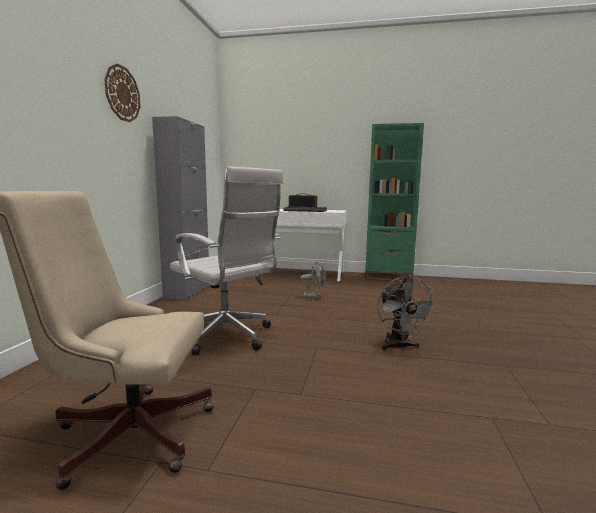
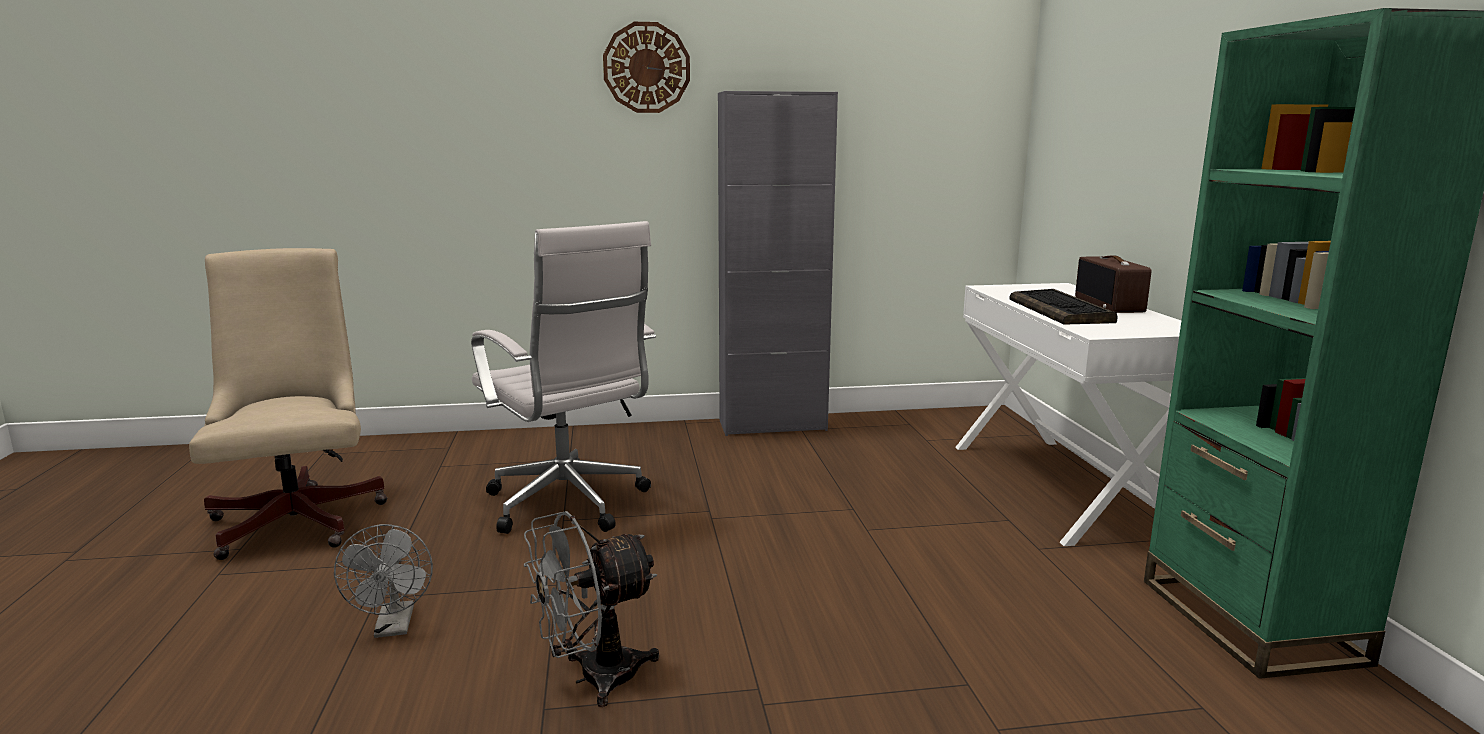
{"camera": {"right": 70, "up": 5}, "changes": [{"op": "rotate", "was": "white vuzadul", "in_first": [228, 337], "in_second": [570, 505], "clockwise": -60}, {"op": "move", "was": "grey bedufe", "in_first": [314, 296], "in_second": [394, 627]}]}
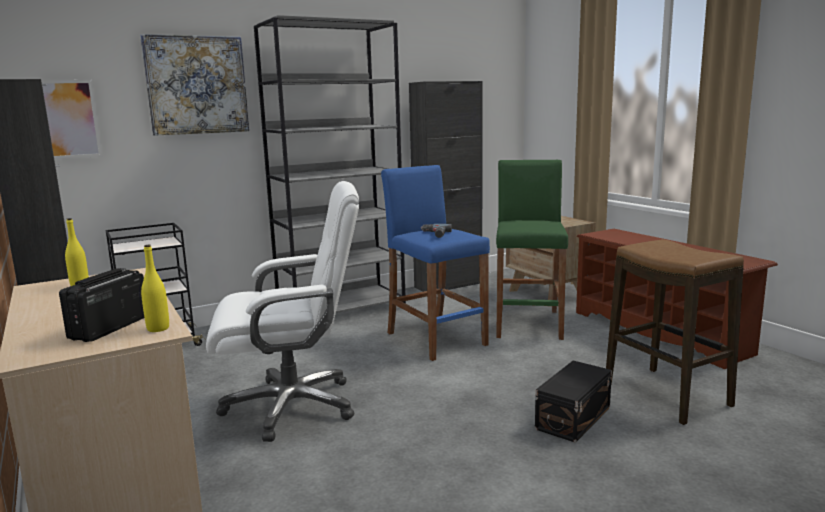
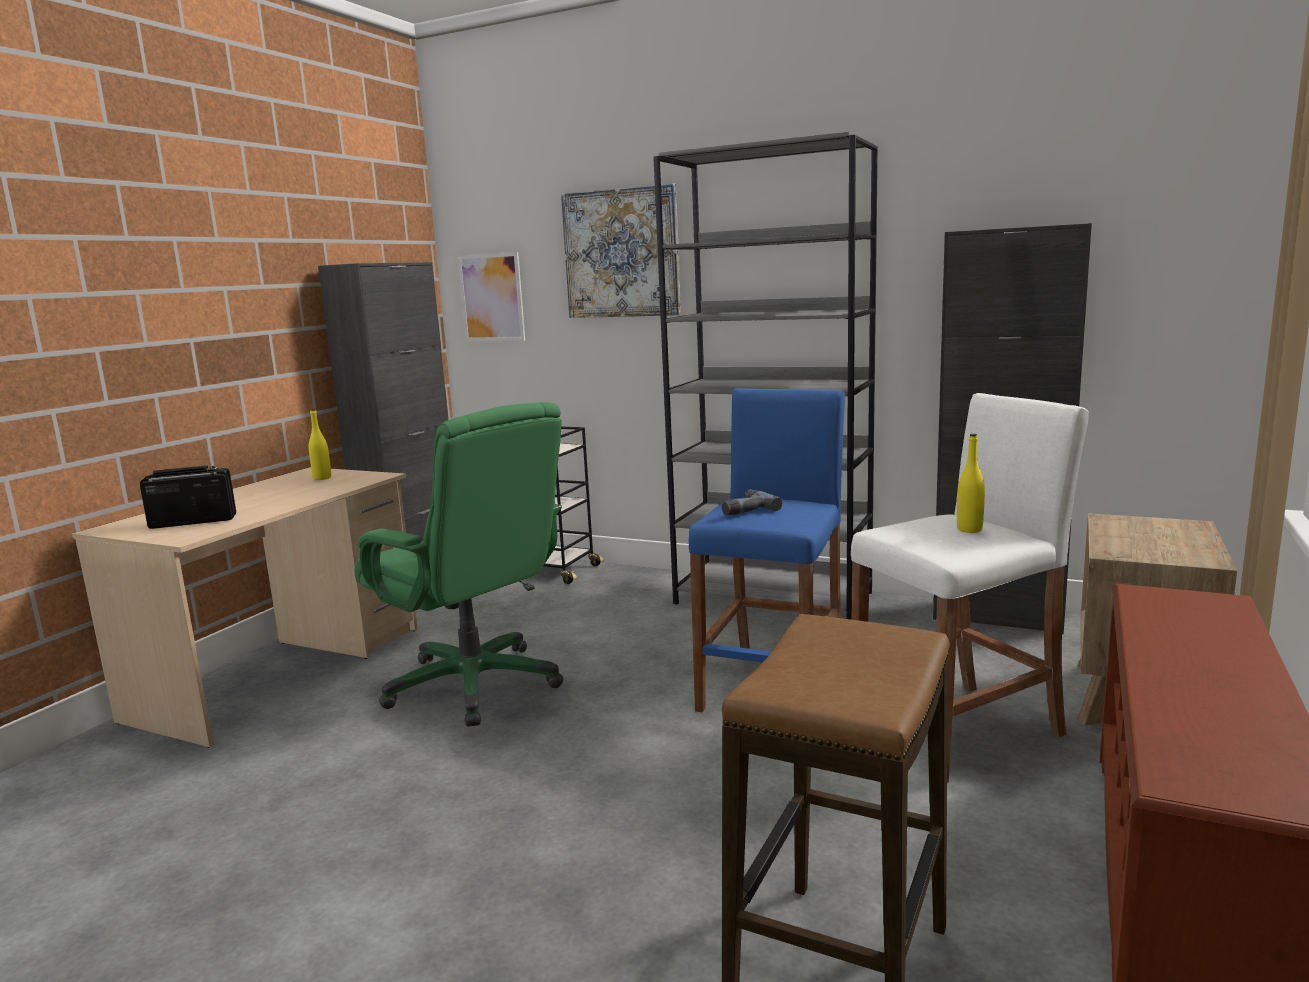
{"camera": {"right": 55, "up": 0}, "changes": [{"op": "recolor", "was": "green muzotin", "now": "white muzotin", "in_first": [528, 323], "in_second": [957, 731]}, {"op": "recolor", "was": "white vuzadul", "now": "green vuzadul", "in_first": [293, 406], "in_second": [475, 685]}, {"op": "move", "was": "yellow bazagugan", "in_first": [158, 328], "in_second": [969, 529]}, {"op": "delete", "was": "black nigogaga", "in_first": [571, 418]}]}
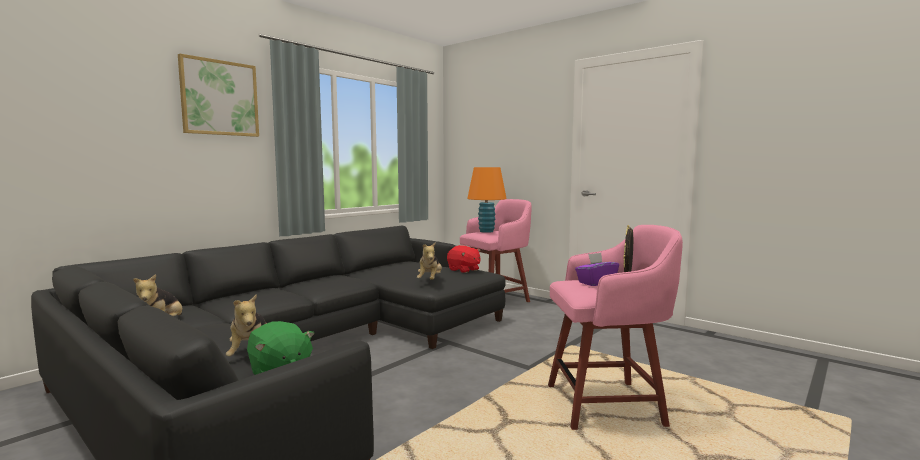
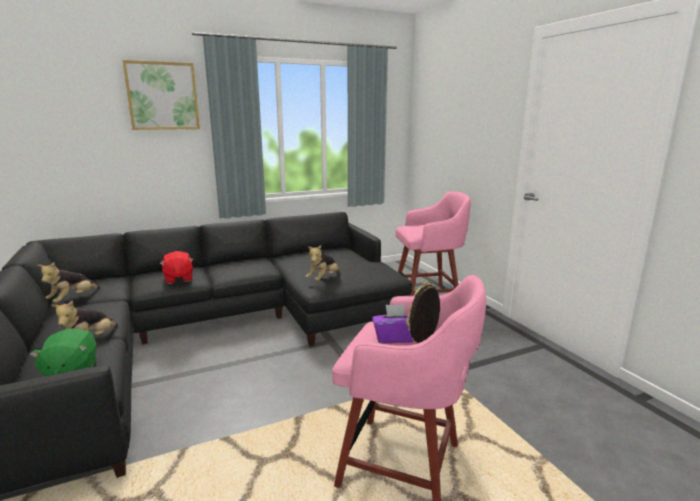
{"camera": {"right": 25, "up": 10}, "changes": [{"op": "delete", "was": "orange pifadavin", "in_first": [486, 231]}, {"op": "move", "was": "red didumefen", "in_first": [464, 270], "in_second": [178, 279]}]}
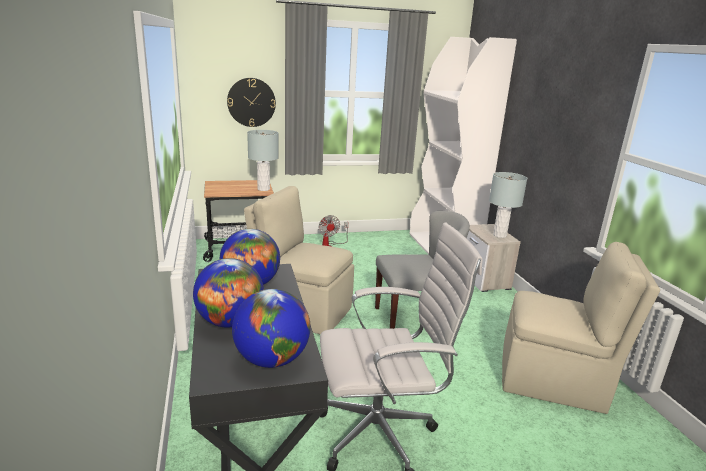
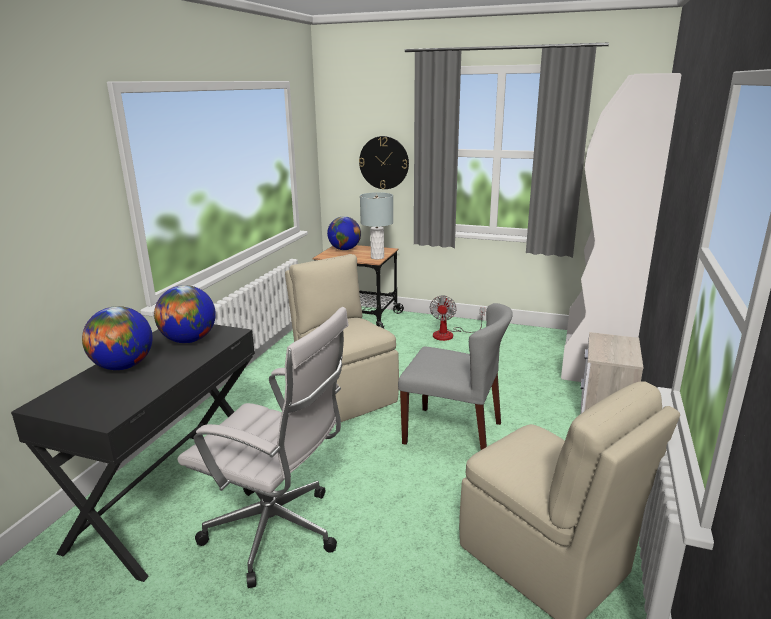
{"camera": {"right": 35, "up": 0}, "changes": [{"op": "delete", "was": "grey pifadavin", "in_first": [500, 235]}, {"op": "move", "was": "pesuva", "in_first": [272, 359], "in_second": [344, 249]}]}
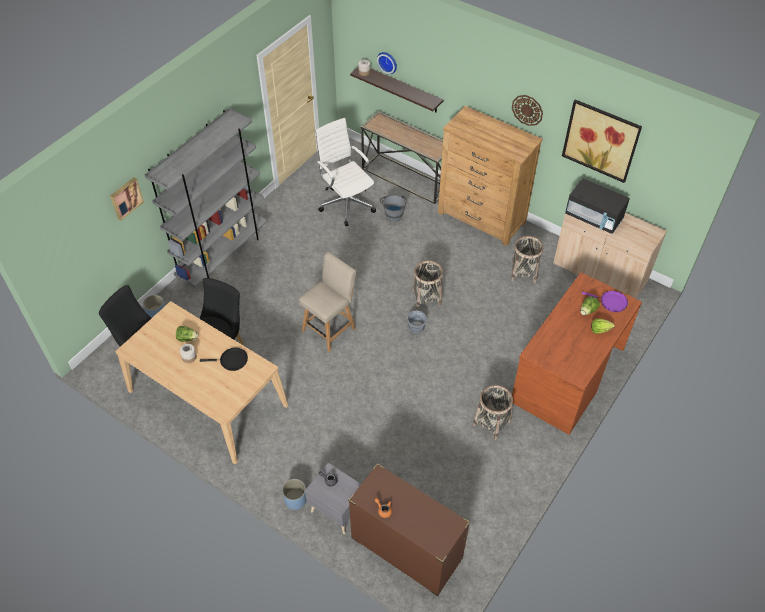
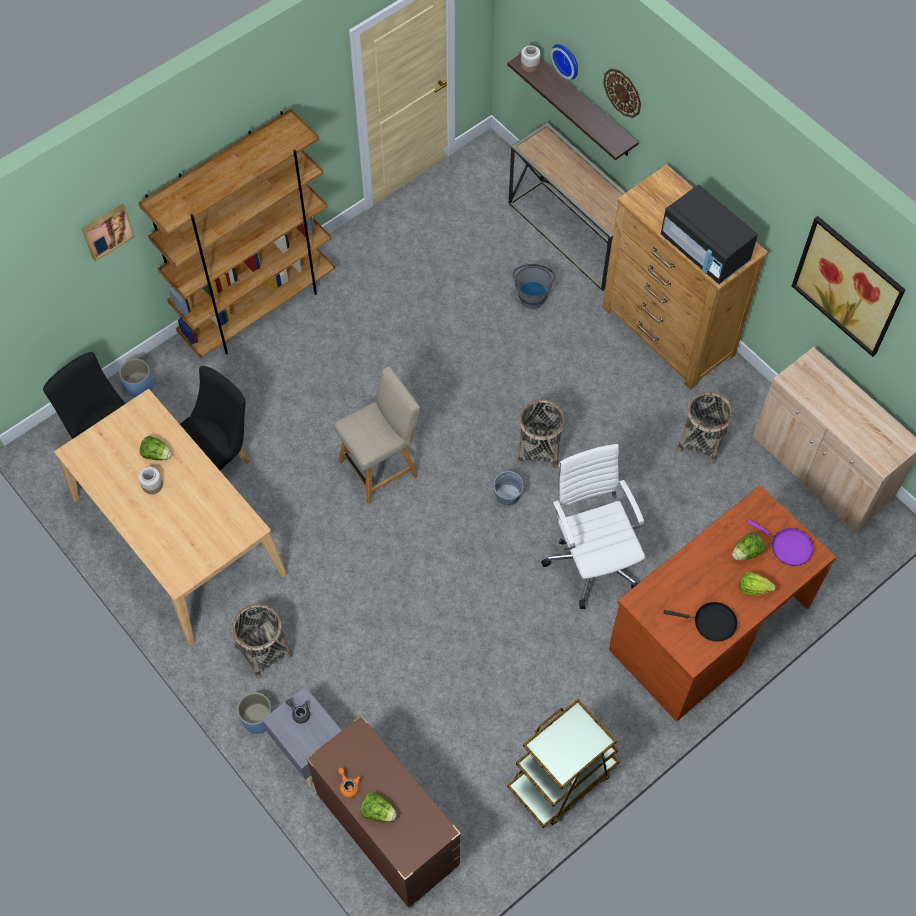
{"camera": {"right": 15, "up": 10}, "changes": [{"op": "move", "was": "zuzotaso", "in_first": [527, 110], "in_second": [622, 92]}, {"op": "recolor", "was": "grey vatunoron", "now": "brown vatunoron", "in_first": [223, 255], "in_second": [258, 308]}, {"op": "move", "was": "white vuzadul", "in_first": [346, 203], "in_second": [592, 559]}, {"op": "move", "was": "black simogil", "in_first": [594, 217], "in_second": [704, 250]}, {"op": "move", "was": "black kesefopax", "in_first": [232, 360], "in_second": [711, 623]}, {"op": "move", "was": "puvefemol", "in_first": [491, 422], "in_second": [264, 651]}, {"op": "insert", "now": "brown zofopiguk", "in_second": [562, 778]}, {"op": "insert", "now": "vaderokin", "in_second": [378, 811]}]}
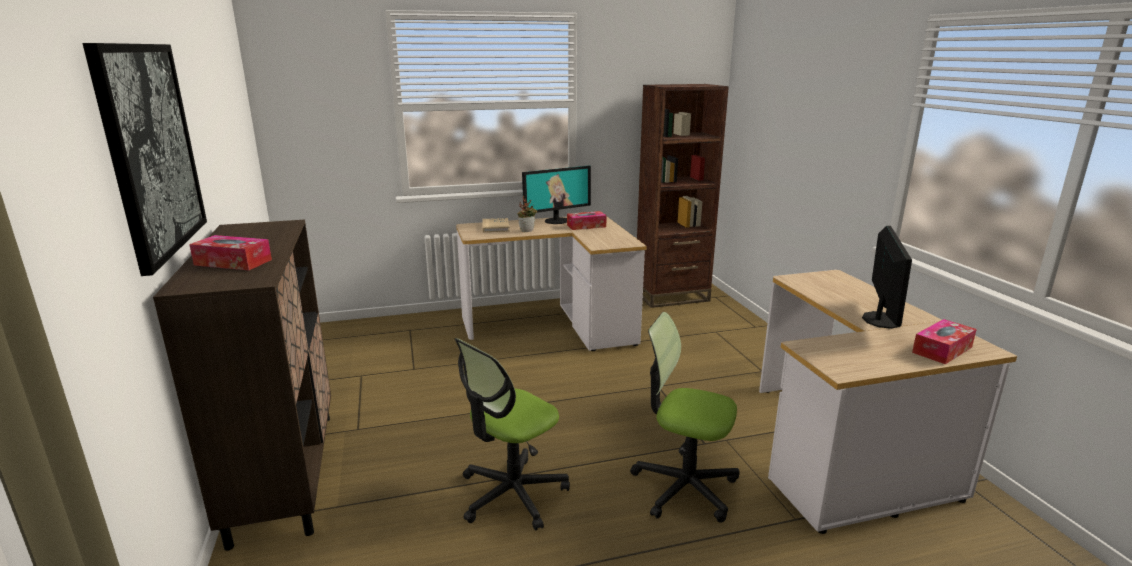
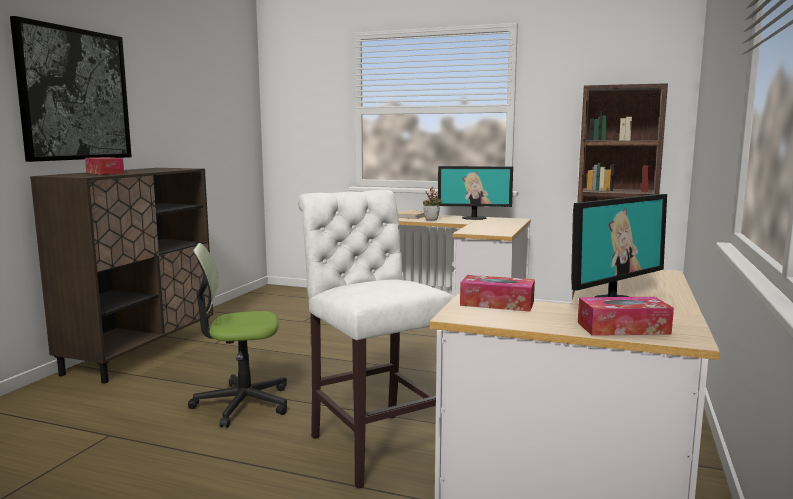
{"camera": {"right": 35, "up": -10}, "changes": [{"op": "move", "was": "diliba", "in_first": [586, 226], "in_second": [497, 303]}, {"op": "replace", "was": "vuzadul", "now": "white muzotin", "in_first": [684, 487], "in_second": [374, 444]}]}
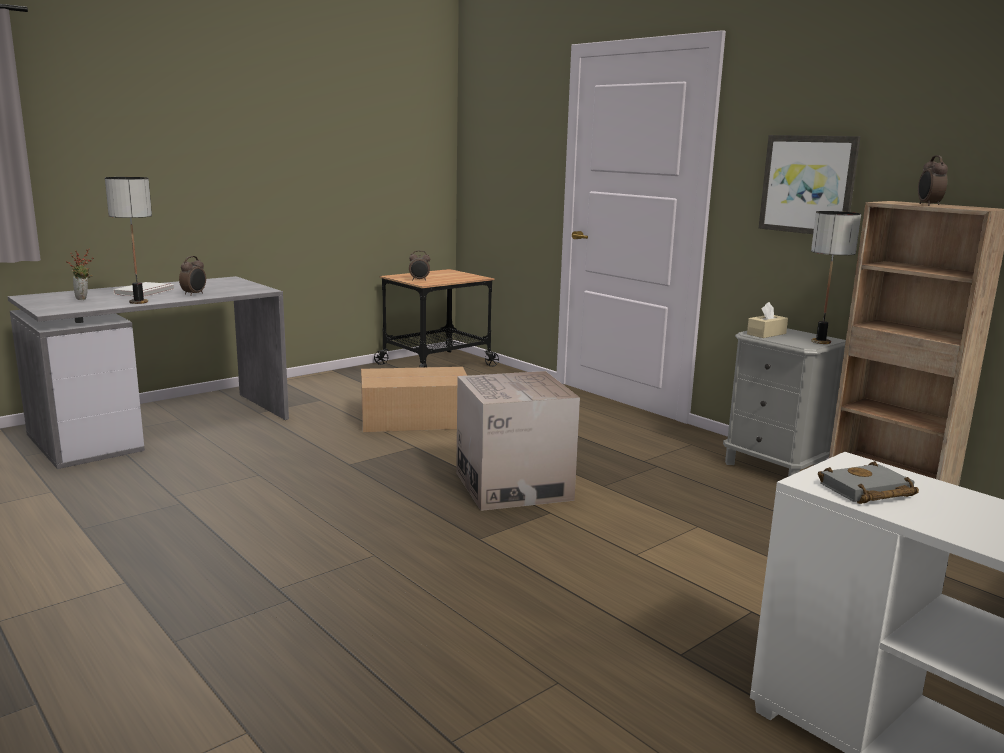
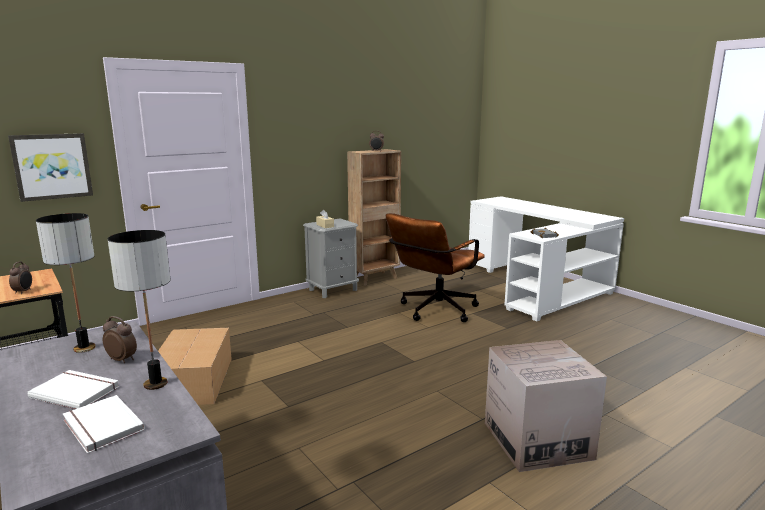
{"camera": {"right": -85, "up": 0}, "changes": [{"op": "move", "was": "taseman", "in_first": [808, 184], "in_second": [52, 166]}, {"op": "move", "was": "pifadavin", "in_first": [821, 342], "in_second": [84, 348]}, {"op": "replace", "was": "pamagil", "now": "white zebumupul", "in_first": [84, 299], "in_second": [101, 426]}, {"op": "move", "was": "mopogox", "in_first": [513, 486], "in_second": [537, 440]}, {"op": "insert", "now": "brown vuzadul", "in_second": [434, 311]}]}
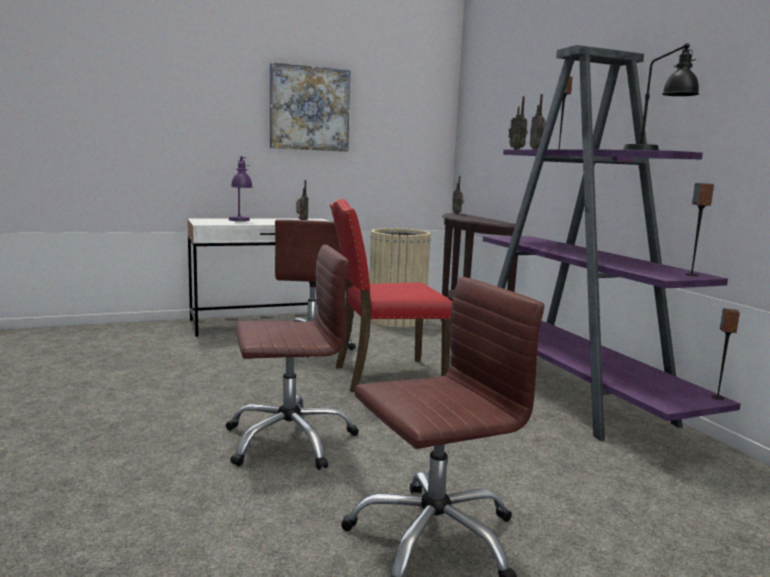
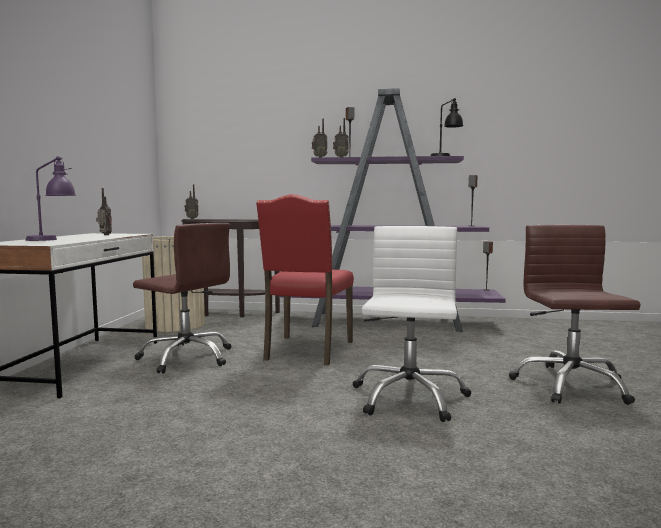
{"camera": {"right": -60, "up": -5}, "changes": [{"op": "delete", "was": "taseman", "in_first": [309, 108]}, {"op": "recolor", "was": "brown vuzadul", "now": "white vuzadul", "in_first": [289, 440], "in_second": [408, 397]}]}
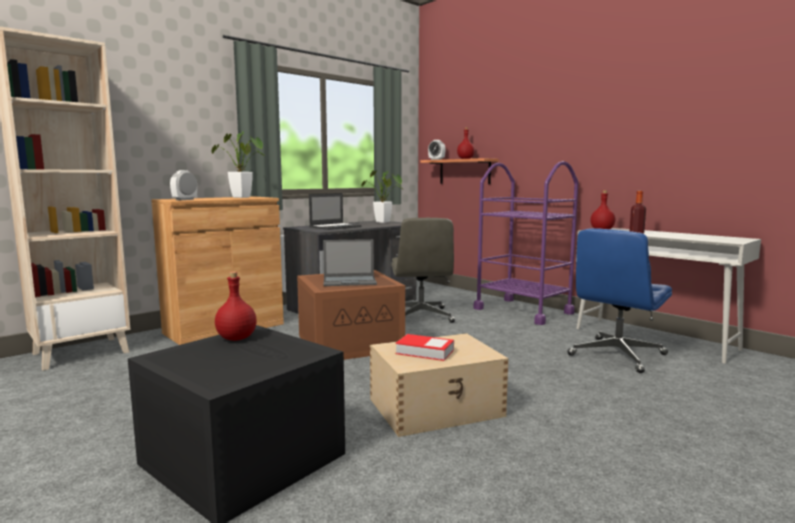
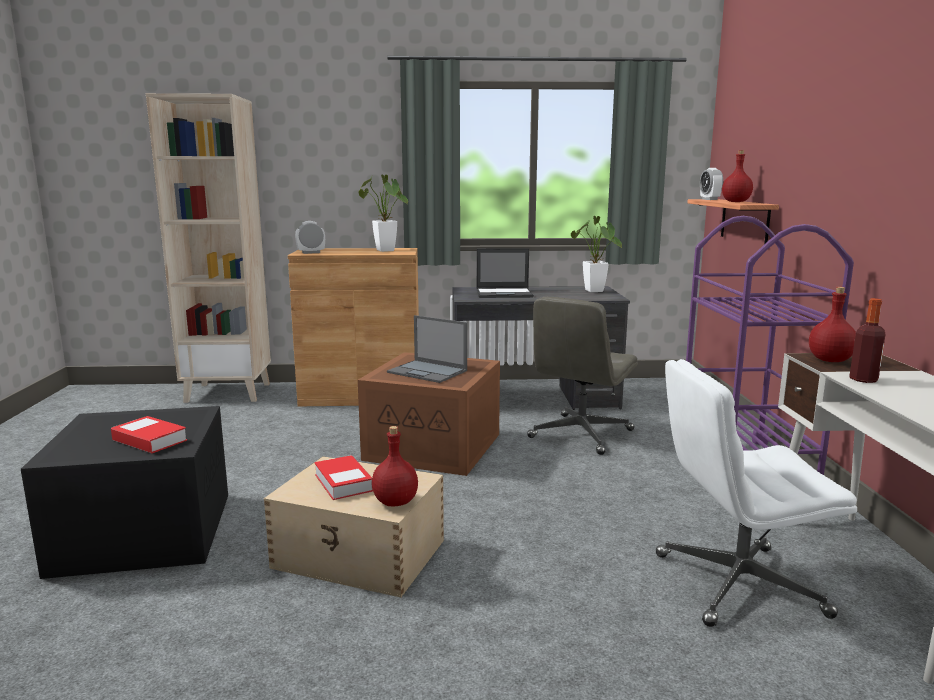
{"camera": {"right": 40, "up": 5}, "changes": [{"op": "recolor", "was": "blue vuzadul", "now": "white vuzadul", "in_first": [617, 355], "in_second": [736, 585]}, {"op": "move", "was": "red bazagugan", "in_first": [237, 338], "in_second": [395, 502]}, {"op": "insert", "now": "zebumupul", "in_second": [149, 440]}]}
